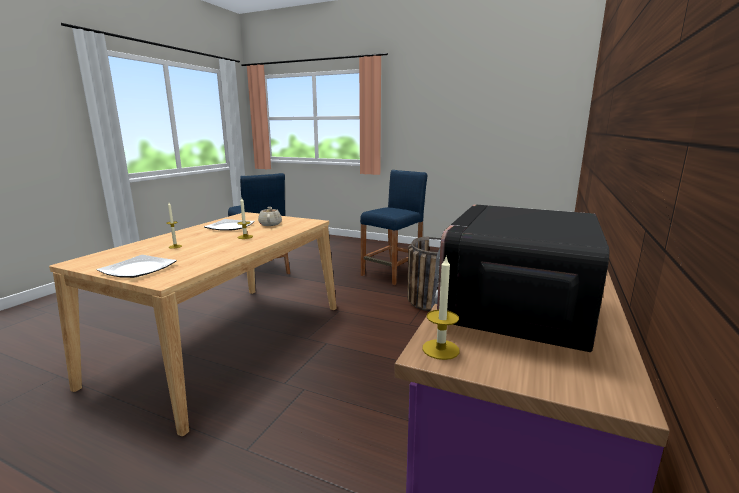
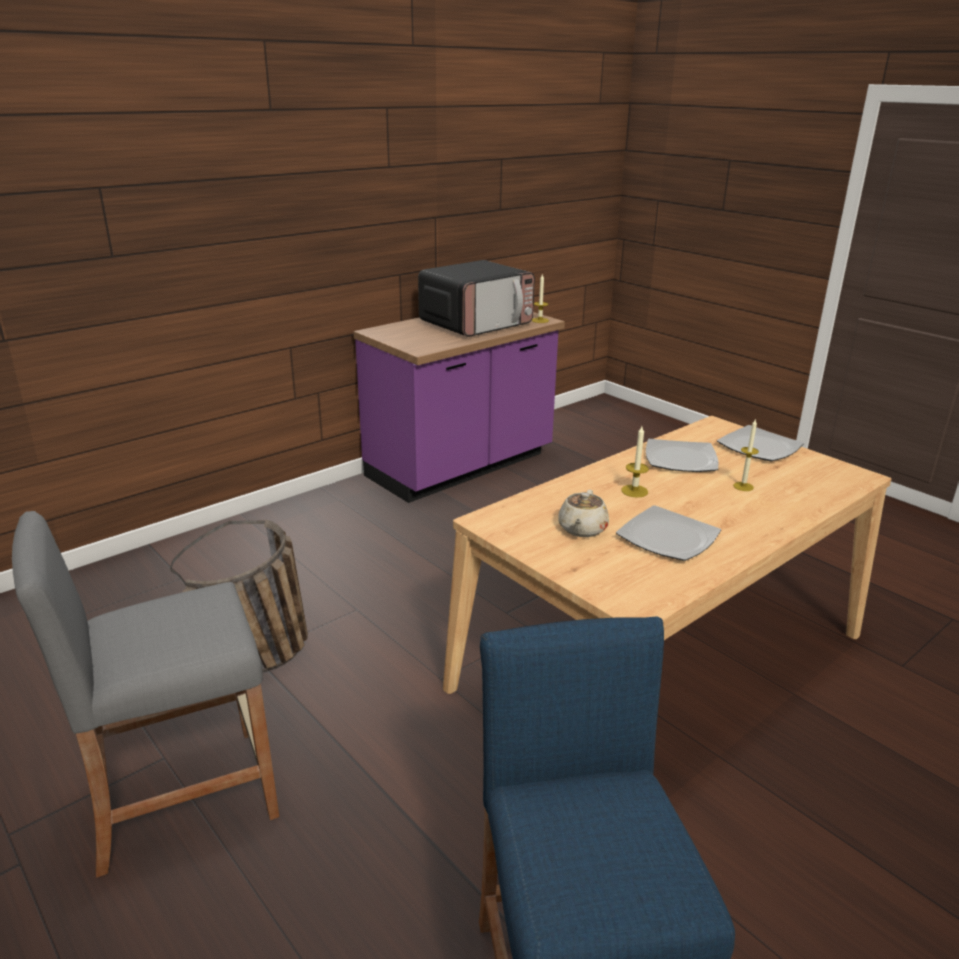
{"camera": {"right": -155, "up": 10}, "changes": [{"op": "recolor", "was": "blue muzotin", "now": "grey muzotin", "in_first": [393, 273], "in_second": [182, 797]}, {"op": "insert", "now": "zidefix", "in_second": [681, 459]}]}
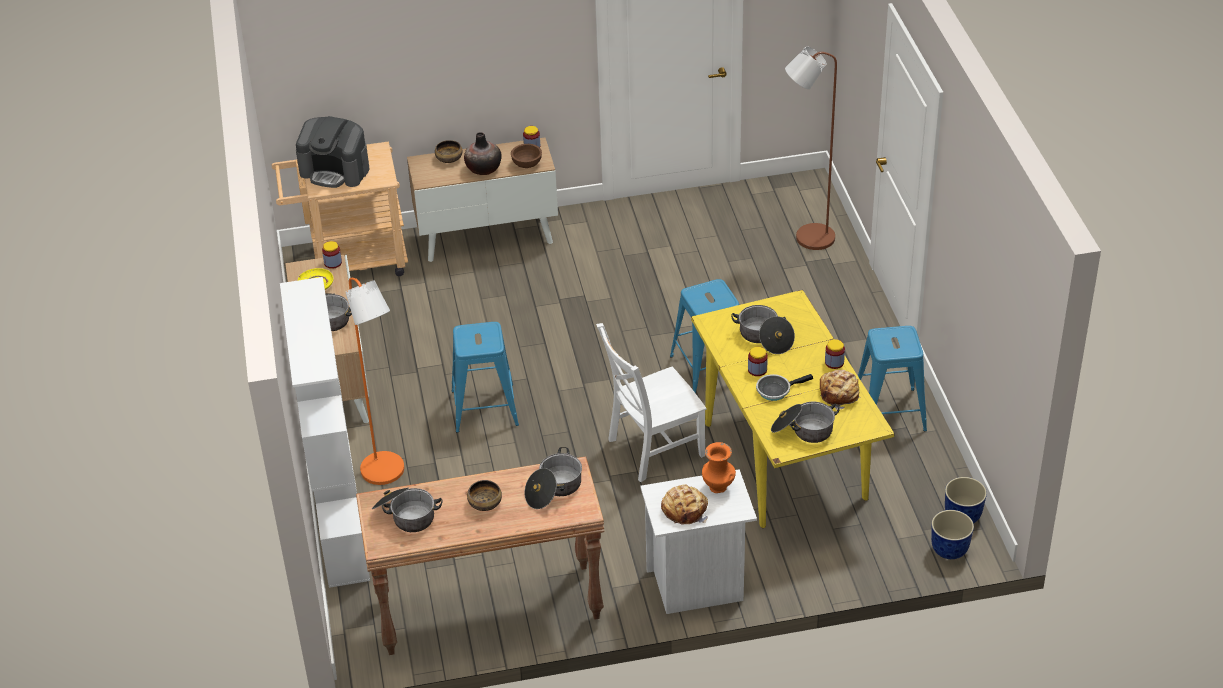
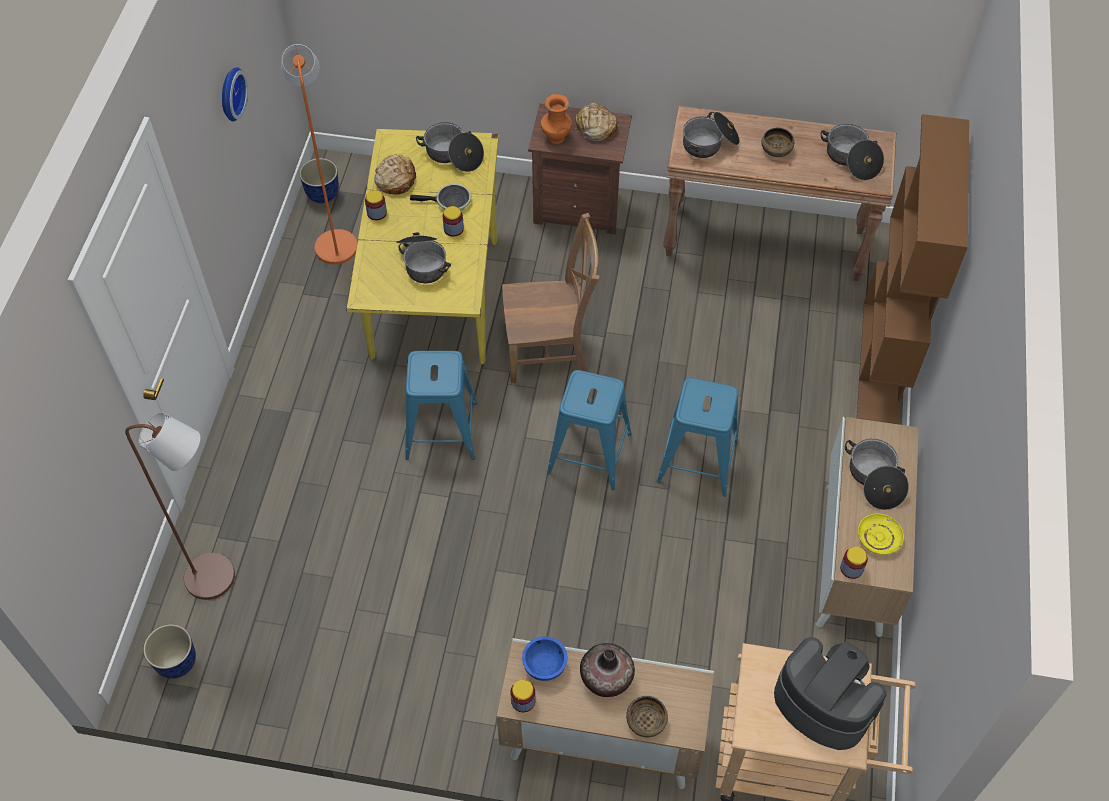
{"camera": {"right": -160, "up": 15}, "changes": [{"op": "recolor", "was": "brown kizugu", "now": "blue kizugu", "in_first": [526, 164], "in_second": [545, 665]}, {"op": "recolor", "was": "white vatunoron", "now": "brown vatunoron", "in_first": [341, 530], "in_second": [881, 363]}, {"op": "move", "was": "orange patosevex", "in_first": [386, 474], "in_second": [335, 241]}, {"op": "recolor", "was": "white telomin", "now": "brown telomin", "in_first": [652, 449], "in_second": [550, 351]}, {"op": "move", "was": "blue muzotin", "in_first": [888, 412], "in_second": [590, 453]}, {"op": "recolor", "was": "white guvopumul", "now": "brown guvopumul", "in_first": [697, 585], "in_second": [579, 208]}, {"op": "move", "was": "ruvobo", "in_first": [950, 549], "in_second": [176, 663]}, {"op": "insert", "now": "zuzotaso", "in_second": [229, 93]}]}
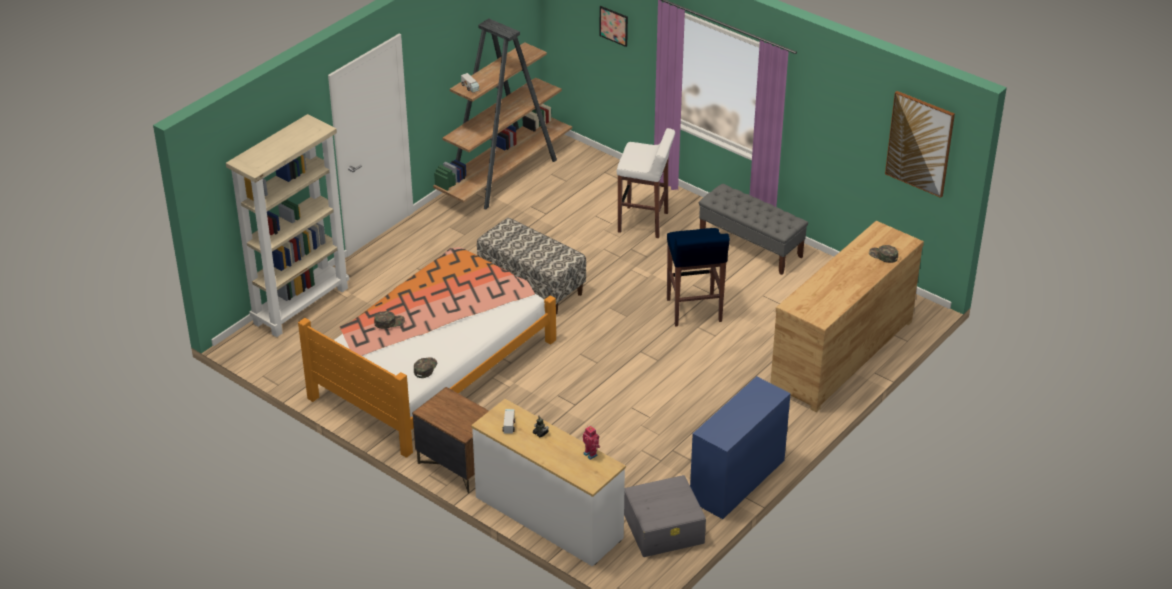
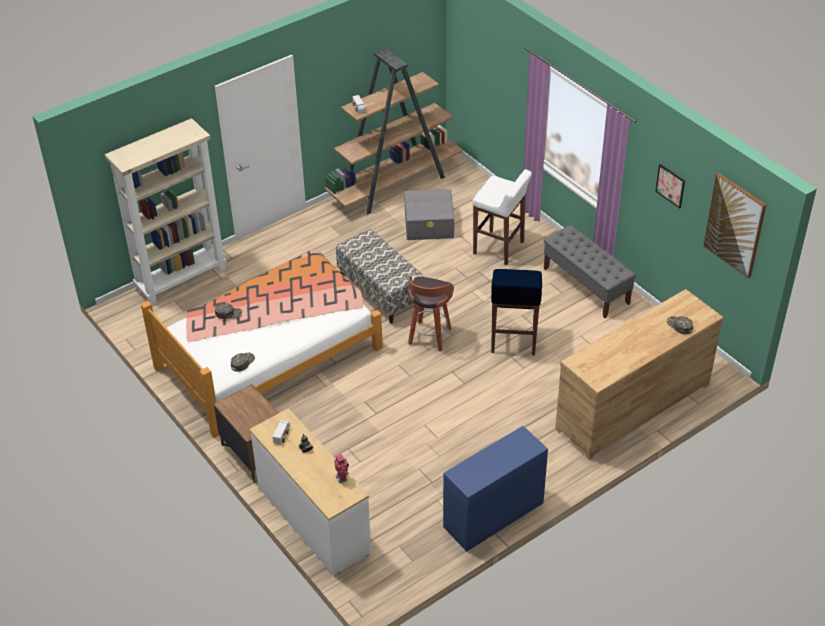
{"camera": {"right": 15, "up": 5}, "changes": [{"op": "move", "was": "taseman", "in_first": [614, 26], "in_second": [670, 185]}, {"op": "move", "was": "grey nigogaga", "in_first": [664, 527], "in_second": [429, 224]}, {"op": "insert", "now": "muzotin", "in_second": [429, 337]}]}
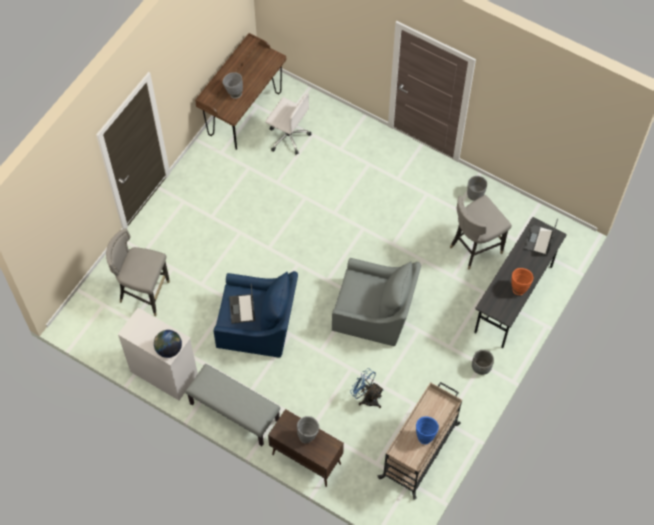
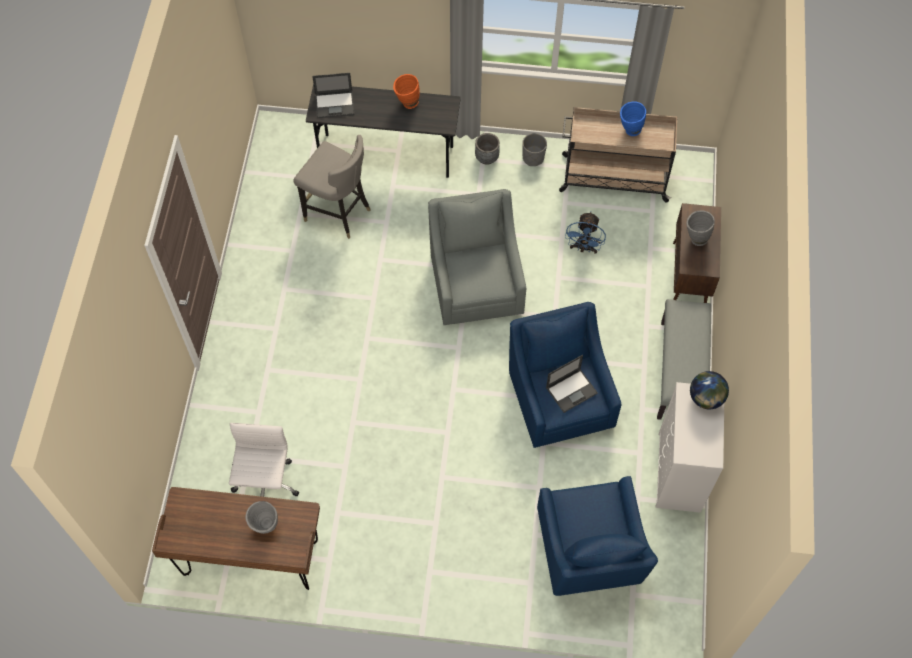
{"camera": {"right": -115, "up": 0}, "changes": [{"op": "move", "was": "grey ruvobo", "in_first": [475, 194], "in_second": [533, 158]}, {"op": "replace", "was": "grey muzotin", "now": "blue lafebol", "in_first": [144, 293], "in_second": [589, 551]}]}
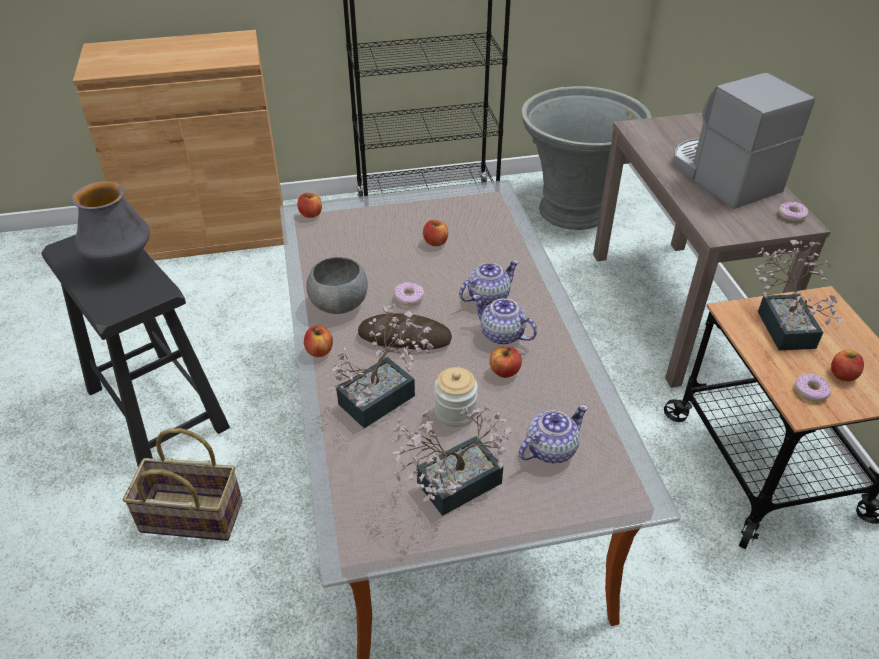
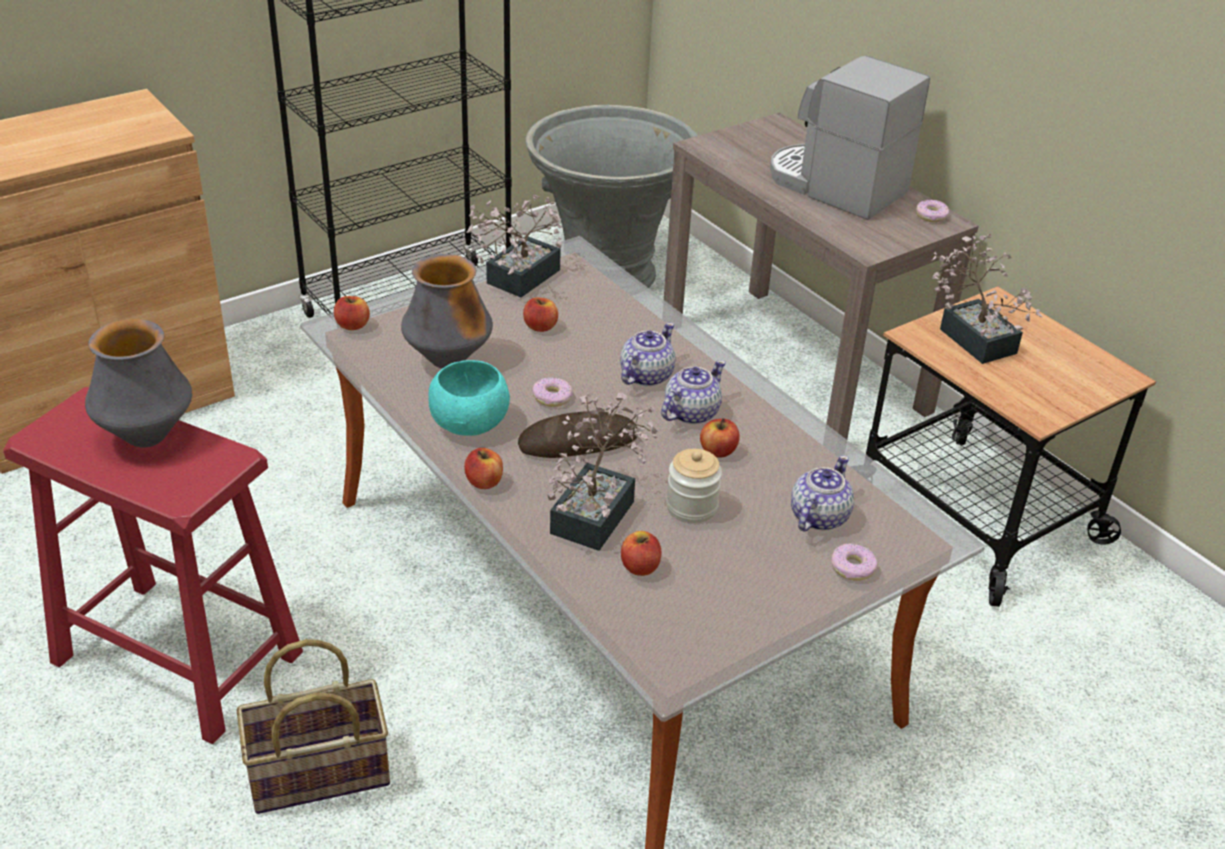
{"camera": {"right": -25, "up": -5}, "changes": [{"op": "recolor", "was": "black muzotin", "now": "red muzotin", "in_first": [156, 408], "in_second": [176, 656]}, {"op": "recolor", "was": "grey kizugu", "now": "turquoise kizugu", "in_first": [338, 304], "in_second": [468, 424]}, {"op": "rotate", "was": "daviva", "in_first": [502, 335], "in_second": [690, 413], "clockwise": 120}, {"op": "move", "was": "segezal", "in_first": [842, 375], "in_second": [640, 567]}, {"op": "move", "was": "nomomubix", "in_first": [810, 391], "in_second": [852, 568]}, {"op": "move", "was": "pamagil", "in_first": [450, 486], "in_second": [517, 280]}, {"op": "insert", "now": "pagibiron", "in_second": [448, 361]}]}
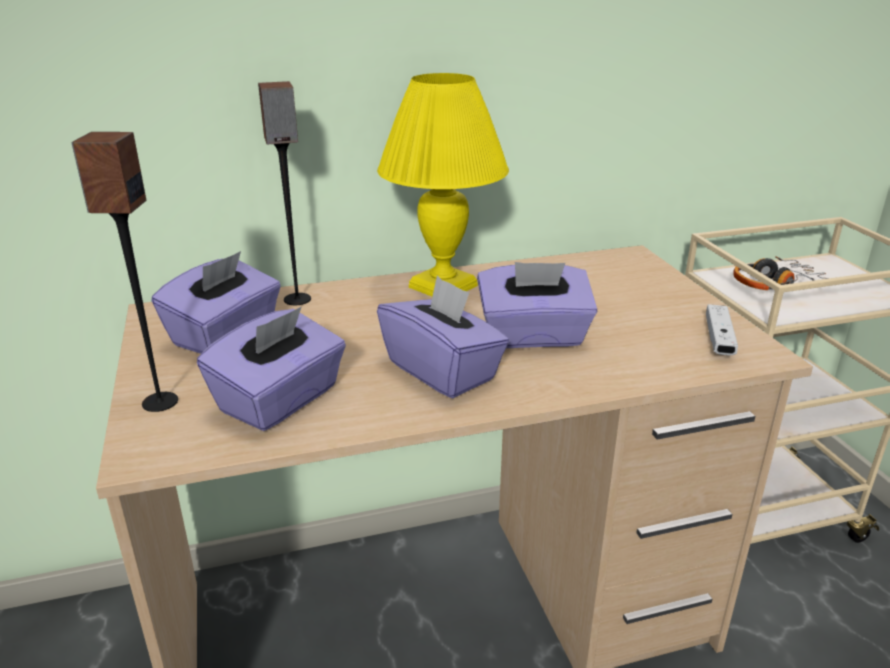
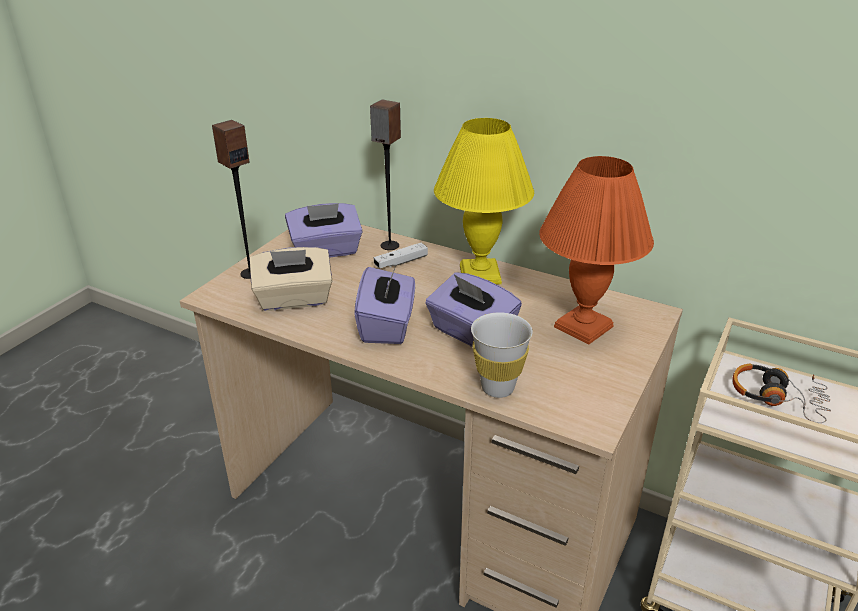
{"camera": {"right": 45, "up": 5}, "changes": [{"op": "move", "was": "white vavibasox", "in_first": [718, 339], "in_second": [401, 262]}, {"op": "recolor", "was": "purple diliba", "now": "beige diliba", "in_first": [281, 400], "in_second": [294, 299]}, {"op": "insert", "now": "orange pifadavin", "in_second": [585, 327]}, {"op": "insert", "now": "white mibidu", "in_second": [498, 388]}]}
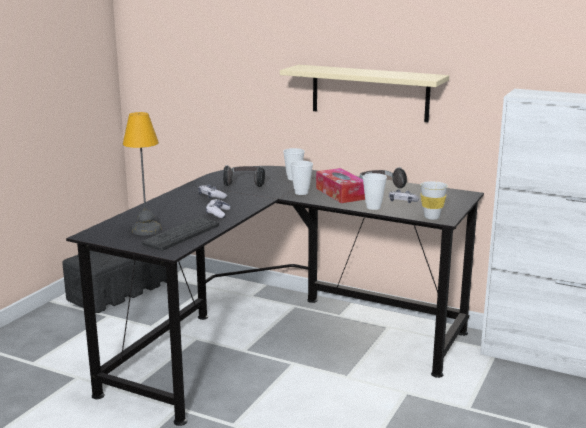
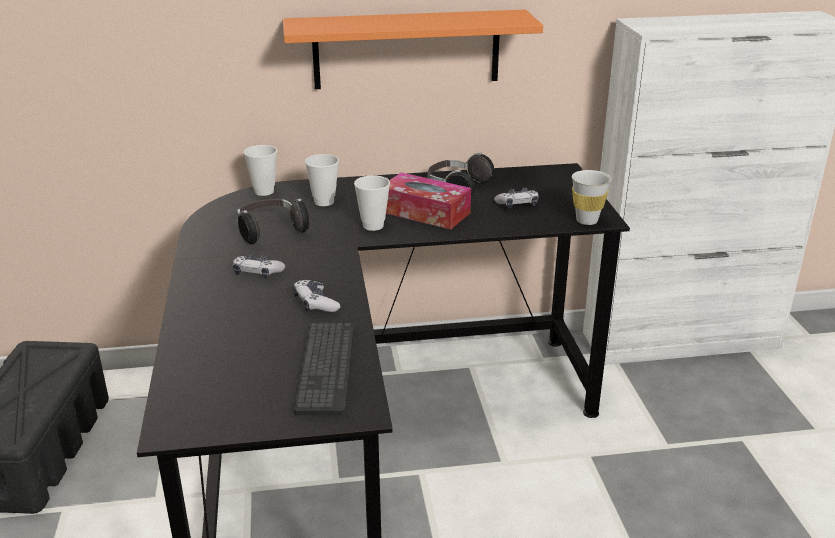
{"camera": {"right": -35, "up": 10}, "changes": [{"op": "recolor", "was": "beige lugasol", "now": "orange lugasol", "in_first": [369, 93], "in_second": [406, 49]}, {"op": "delete", "was": "pifadavin", "in_first": [147, 229]}, {"op": "move", "was": "mibidu", "in_first": [373, 207], "in_second": [264, 191]}]}
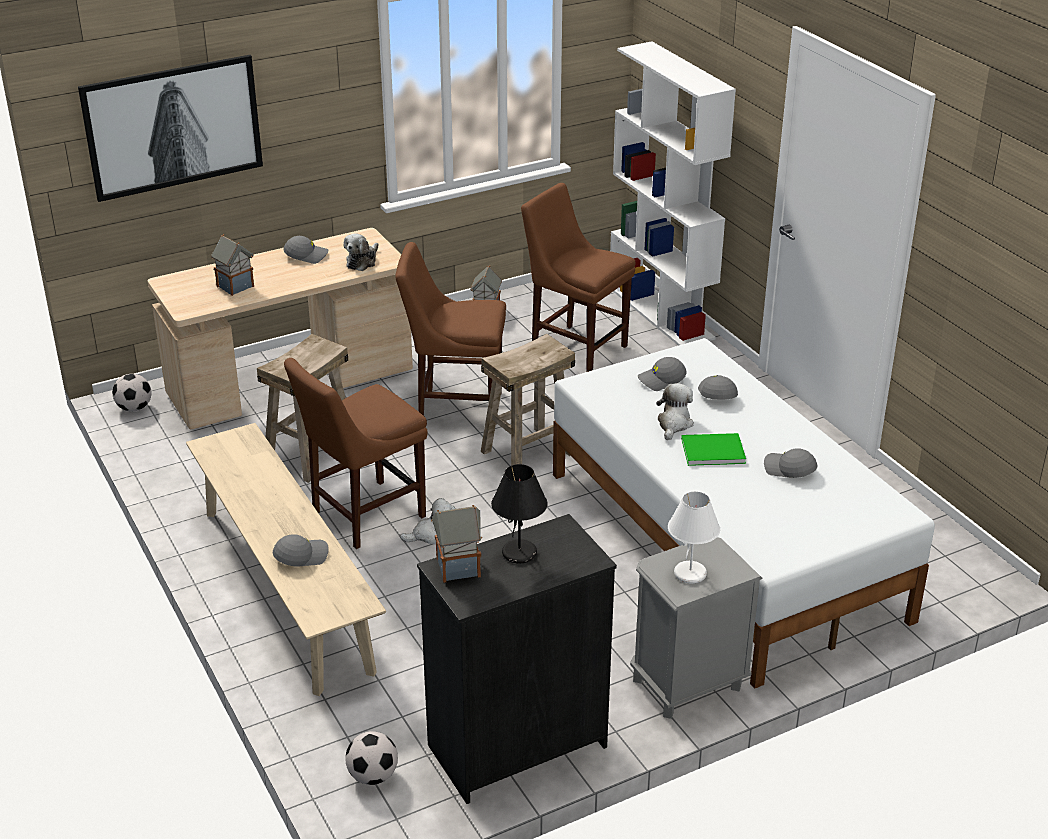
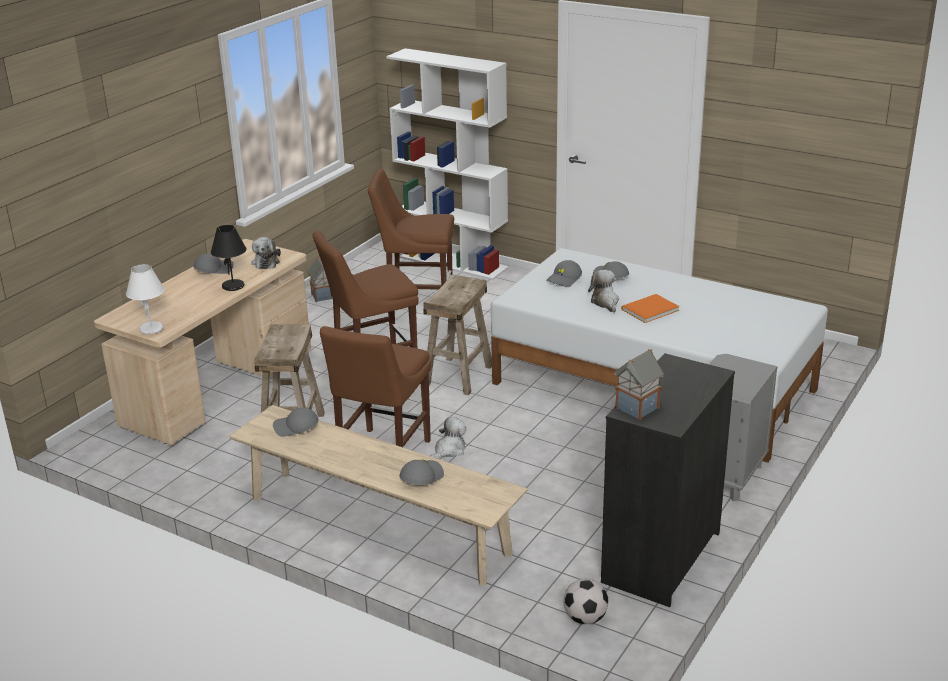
{"camera": {"right": -30, "up": -5}, "changes": [{"op": "delete", "was": "taseman", "in_first": [173, 126]}, {"op": "delete", "was": "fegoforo", "in_first": [236, 287]}, {"op": "delete", "was": "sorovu", "in_first": [134, 408]}, {"op": "recolor", "was": "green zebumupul", "now": "orange zebumupul", "in_first": [710, 450], "in_second": [648, 310]}, {"op": "move", "was": "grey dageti", "in_first": [789, 470], "in_second": [295, 428]}, {"op": "move", "was": "black pifadavin", "in_first": [519, 554], "in_second": [233, 286]}, {"op": "move", "was": "white pifadavin", "in_first": [690, 574], "in_second": [152, 329]}]}
